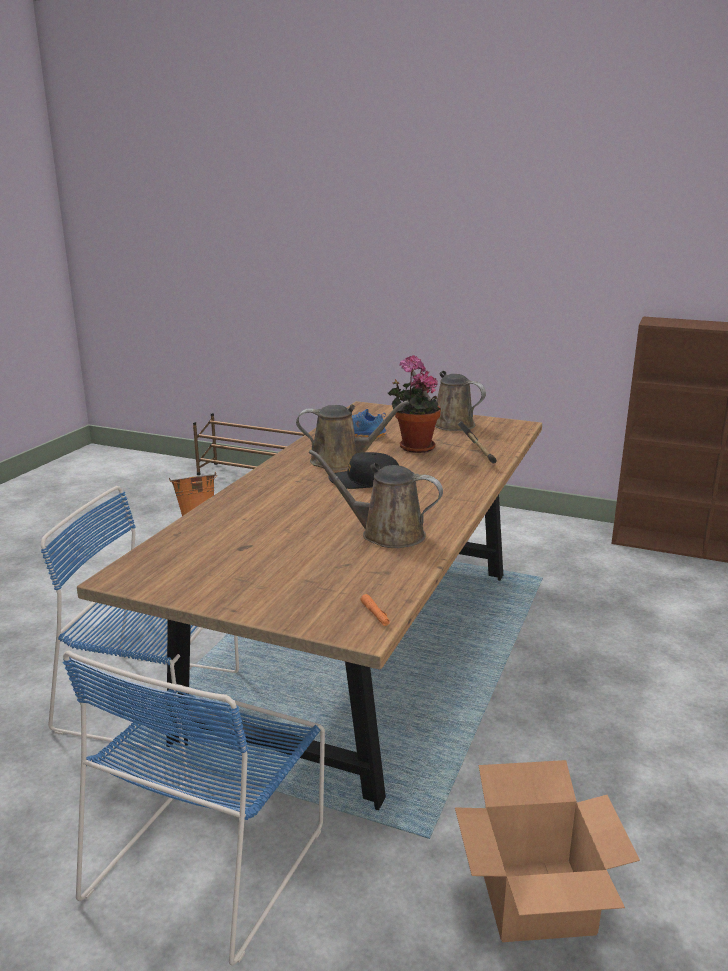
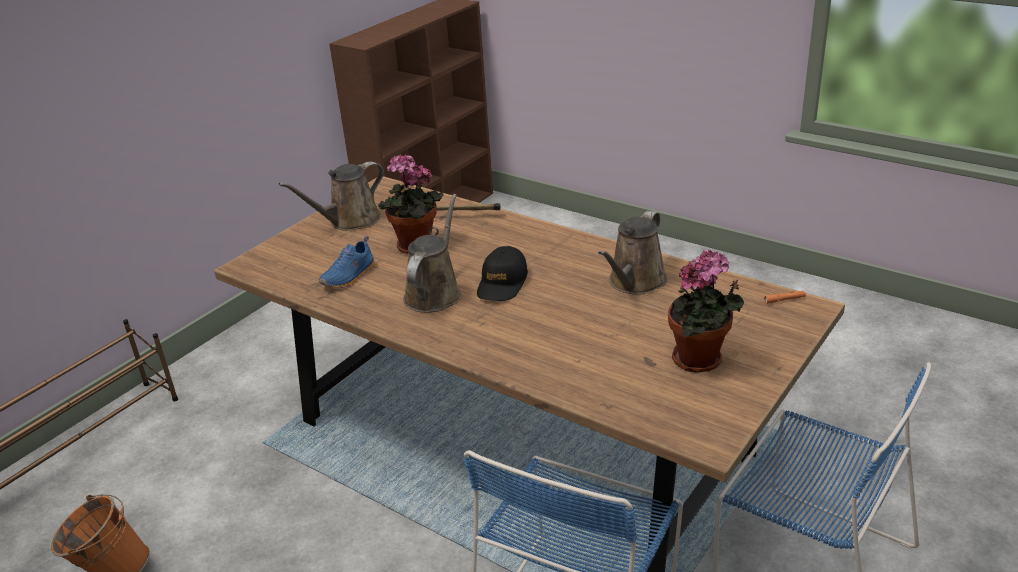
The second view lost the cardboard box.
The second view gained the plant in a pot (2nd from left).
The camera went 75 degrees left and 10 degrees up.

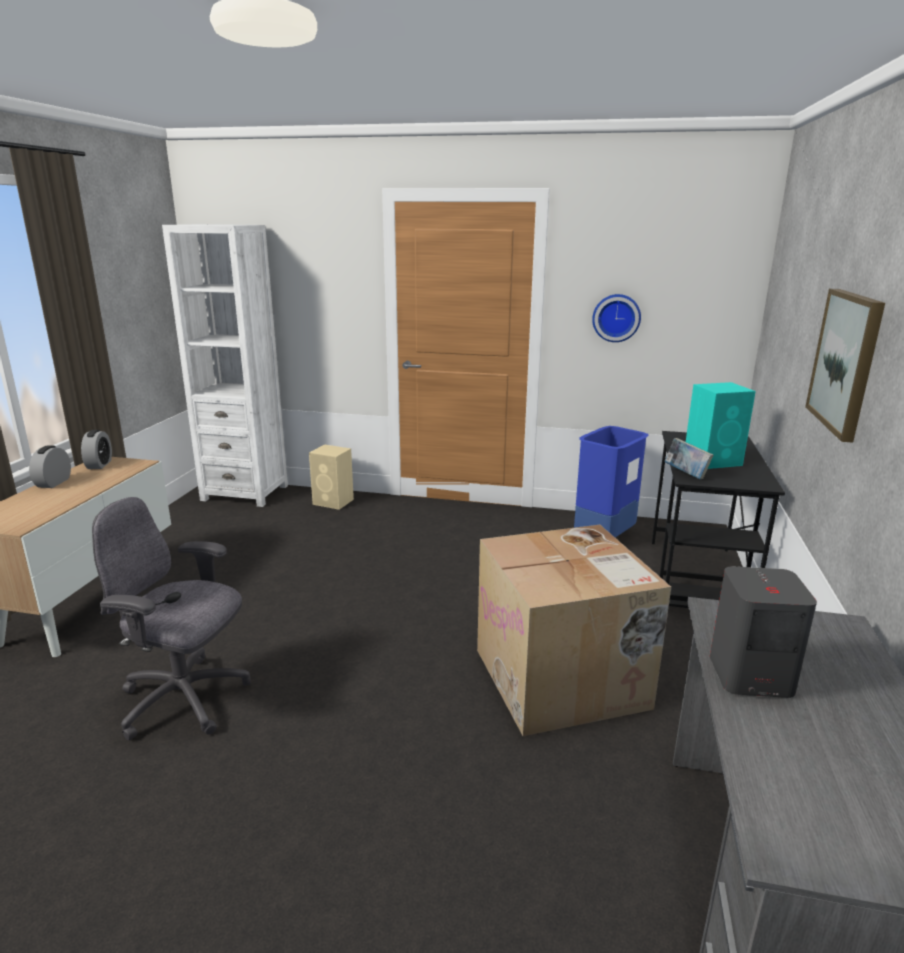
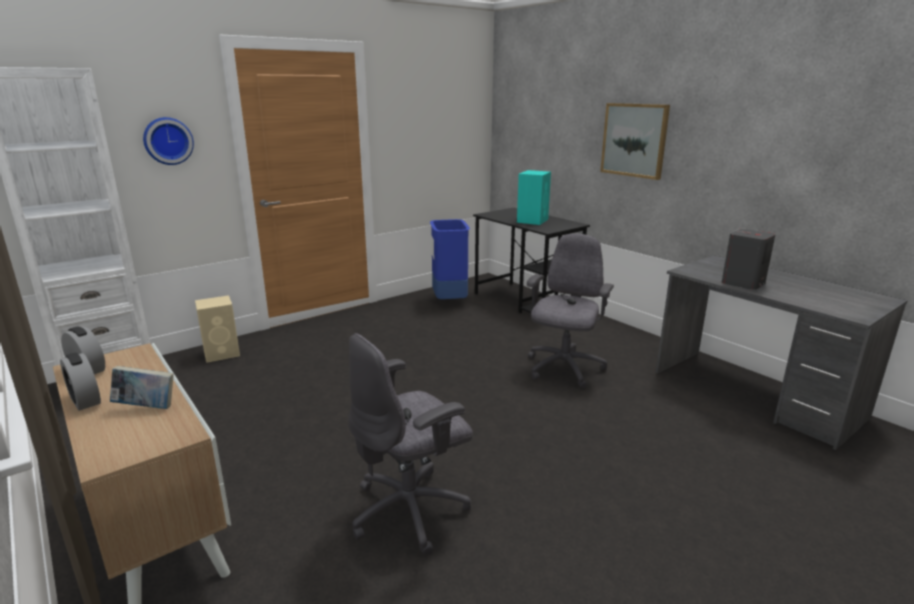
The hanging clock ended up elsewhere.
The bound book ended up elsewhere.
Where the cardboard box stood, the office chair (gray) (2nd from left) came to stand.
The camera went 50 degrees left and 0 degrees up.

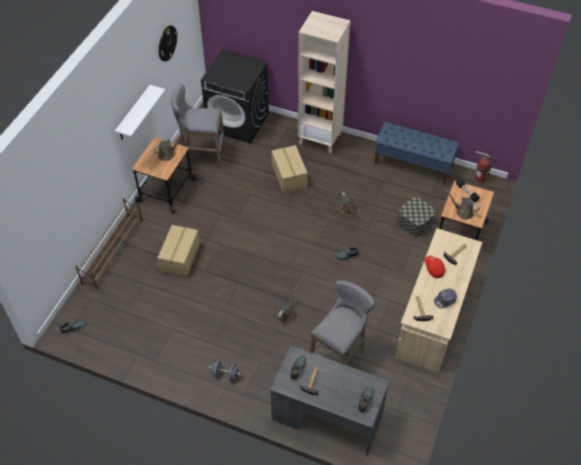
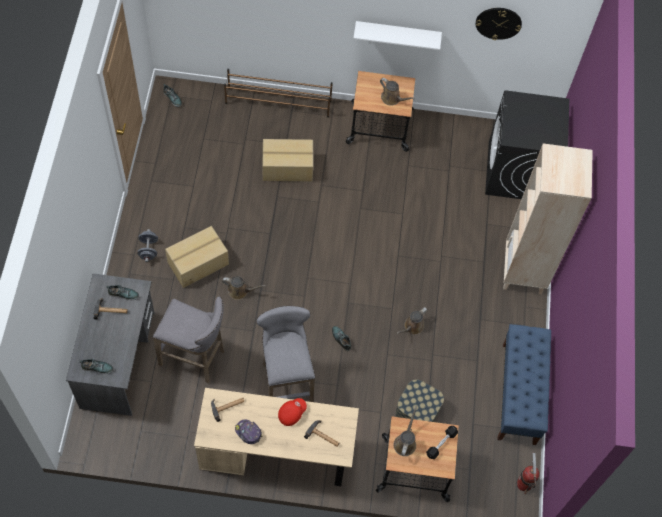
The stool (gray) (1st from left in the first image) ended up elsewhere.
The cardboard box (2nd from left in the first image) ended up elsewhere.
The camera went 70 degrees right and 10 degrees up.

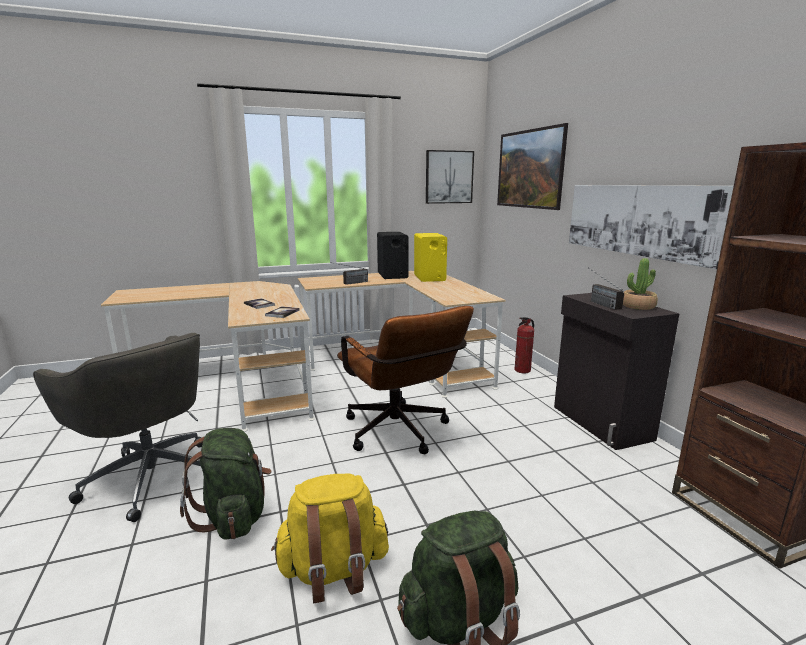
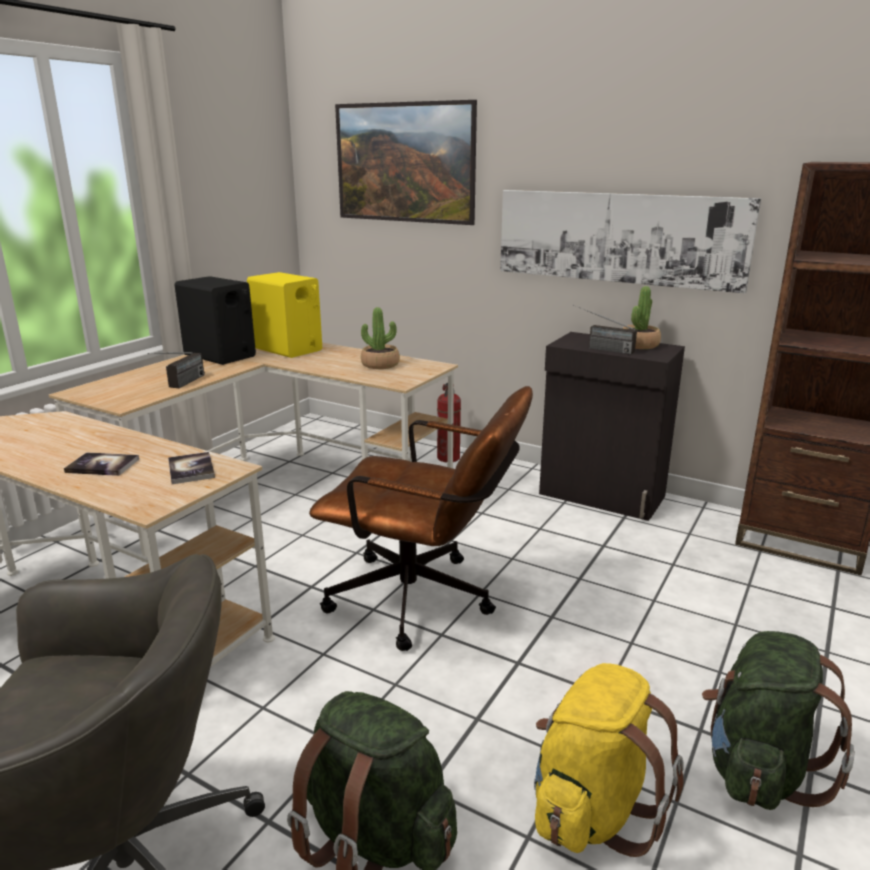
The second view lost the wall picture (1st from left).
The second view gained the plant in a pot (1st from left).
The camera went 40 degrees left and 5 degrees up.

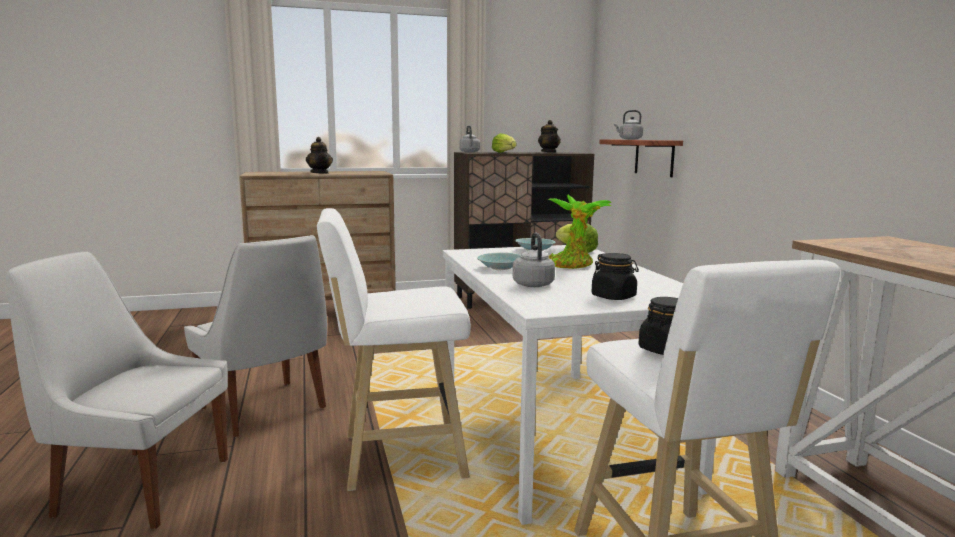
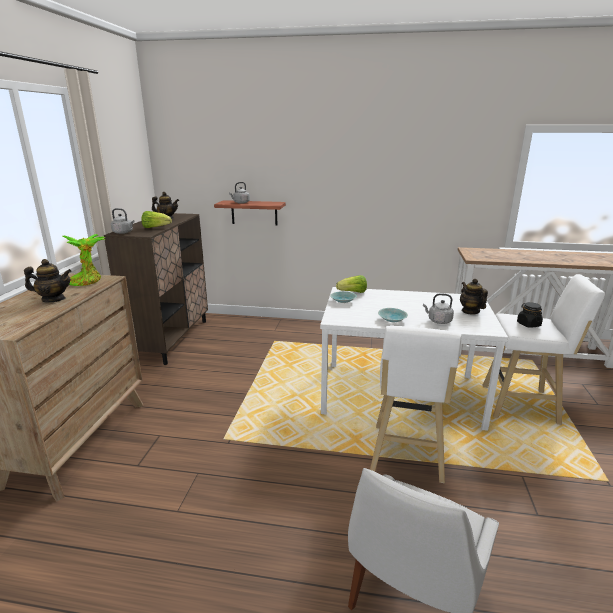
The plant in a pot ended up elsewhere.
The second view lost the upright chair (white-coloured) (2nd from left).
Where the preserve jar (black) (1st from left) stood, the pot for tea (3rd from left) came to stand.
The camera went 65 degrees left and 10 degrees up.

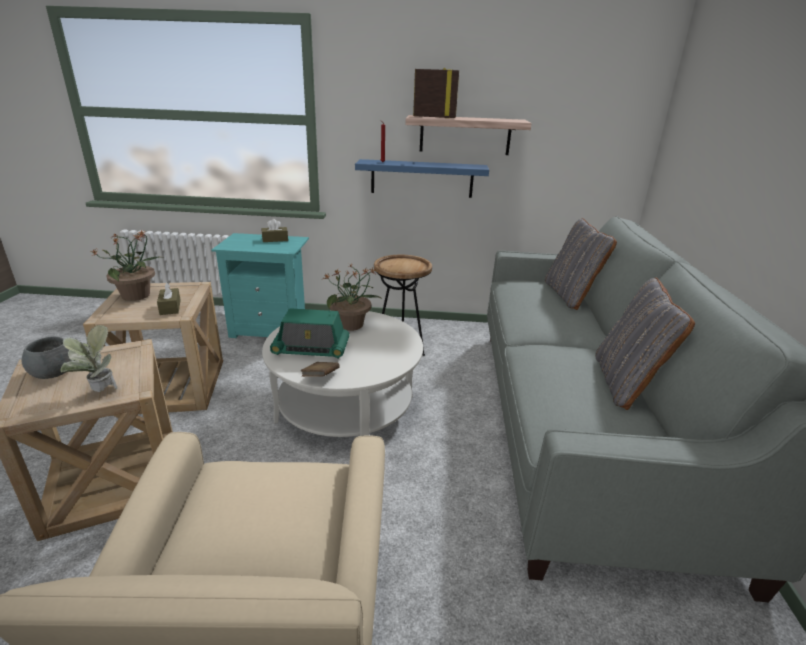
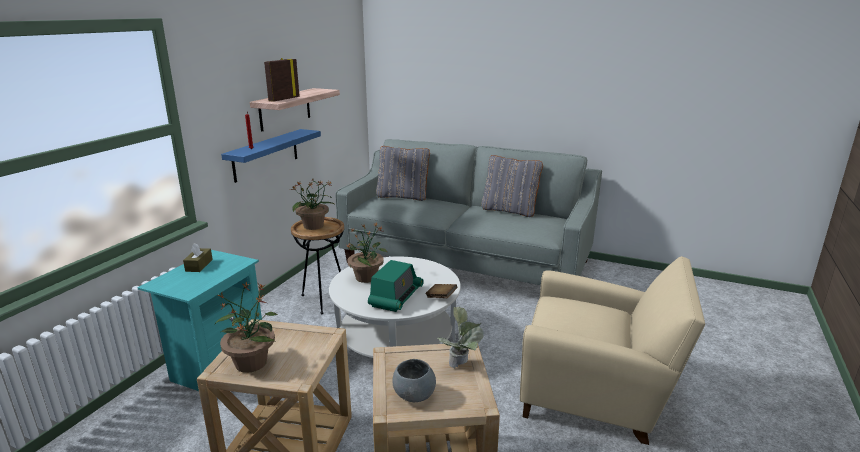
The second view lost the box of tissues (brownish) (1st from left).
The second view gained the plant in a pot (2nd from left).
The camera went 70 degrees left and 5 degrees down.

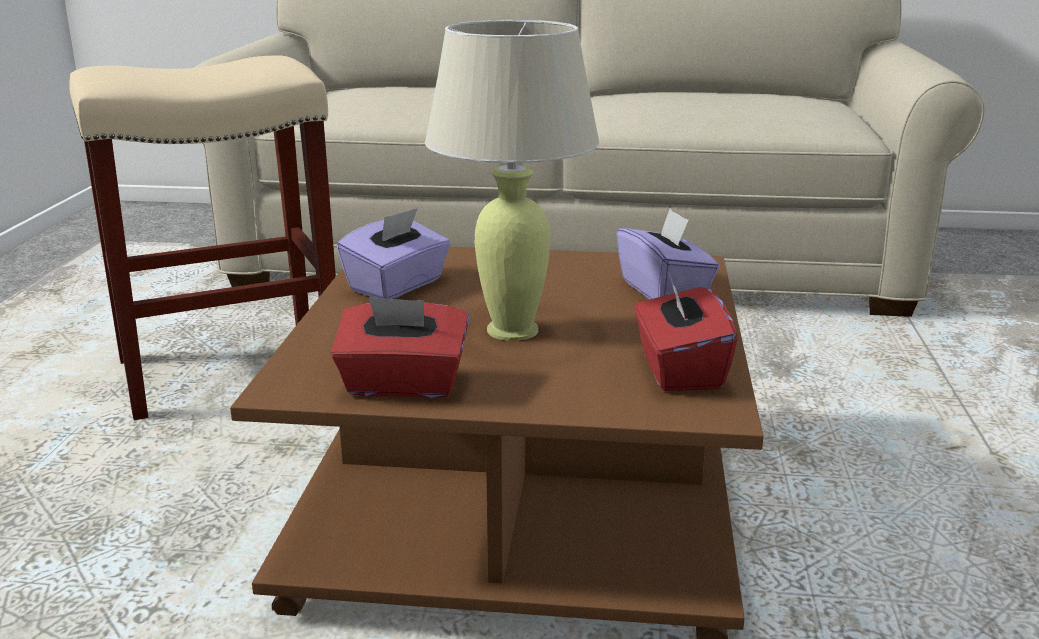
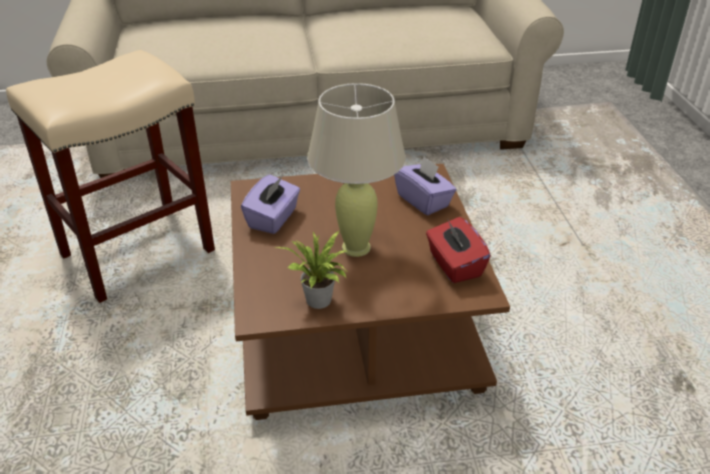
Where the box of tissues (reddish) (1st from left) stood, the plant in a pot came to stand.
The camera went 15 degrees left and 15 degrees up.

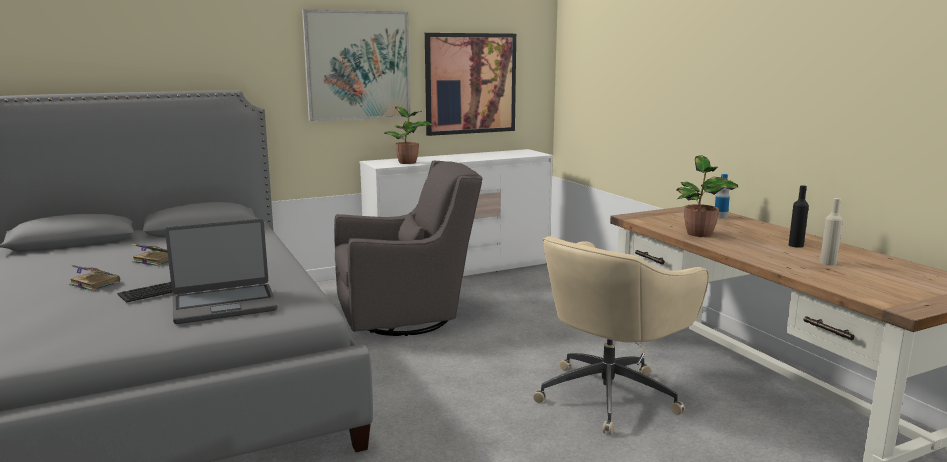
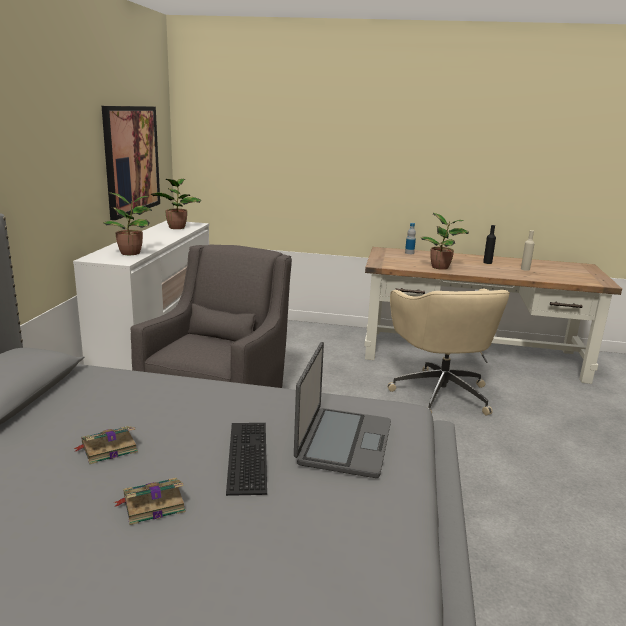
The second view lost the wall picture (1st from left).
The second view gained the plant in a pot (2nd from left).
The camera went 55 degrees left and 5 degrees up.

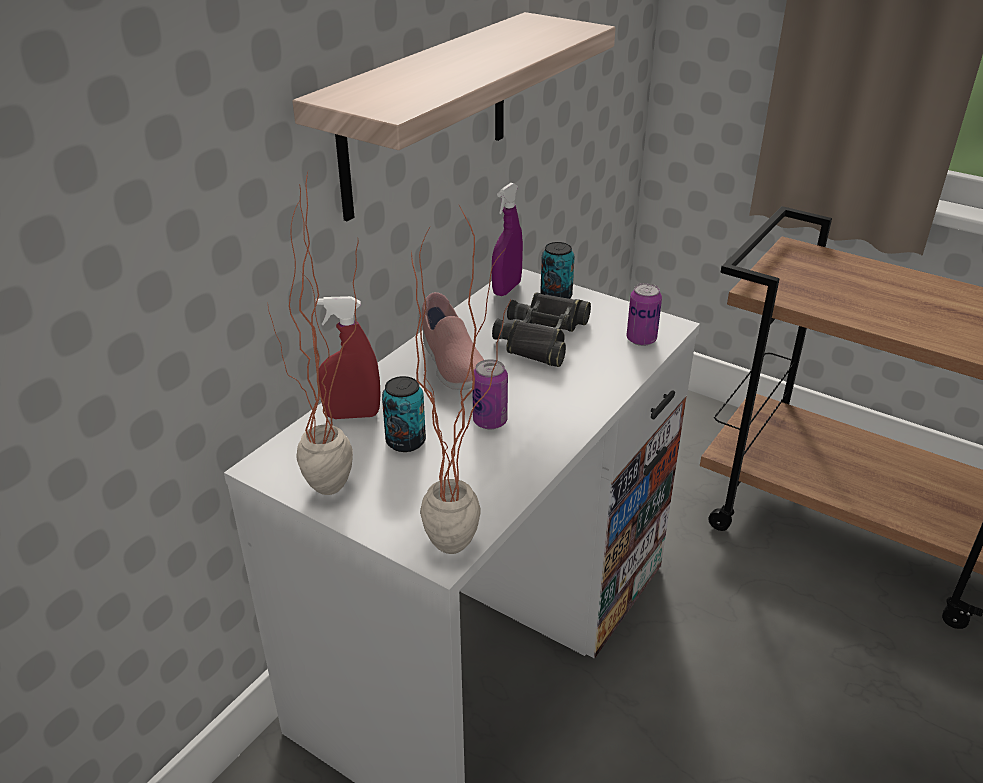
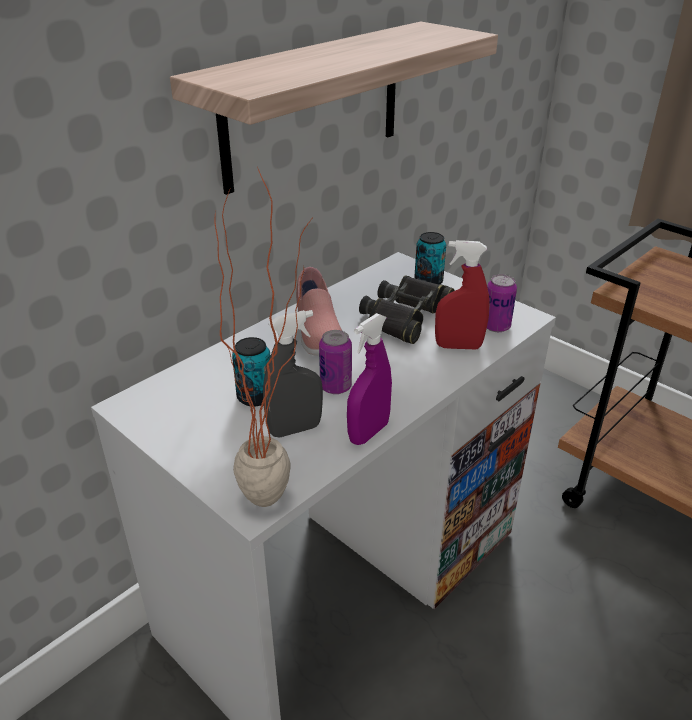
The second view lost the plant in a pot (1st from left).
The hand sprayer (purplish) ended up elsewhere.
The hand sprayer (reddish) ended up elsewhere.
The second view gained the hand sprayer (gray).
The camera went 10 degrees right and 0 degrees up.

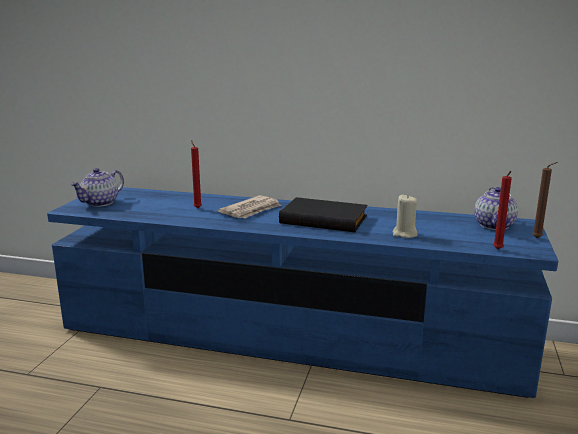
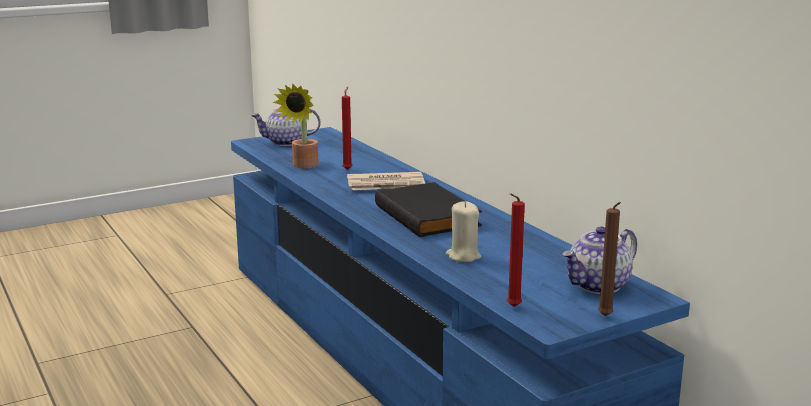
The second view gained the plant in a pot.
The camera went 45 degrees right and 0 degrees up.

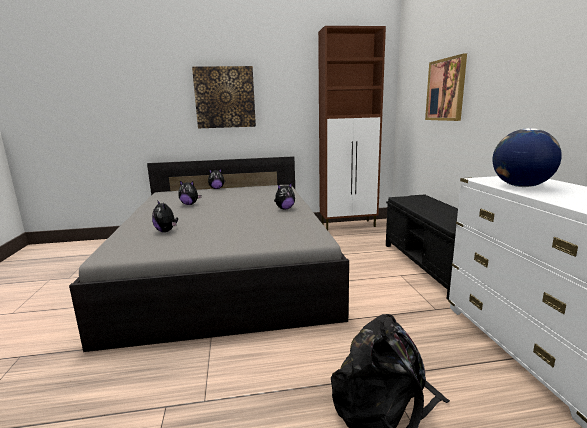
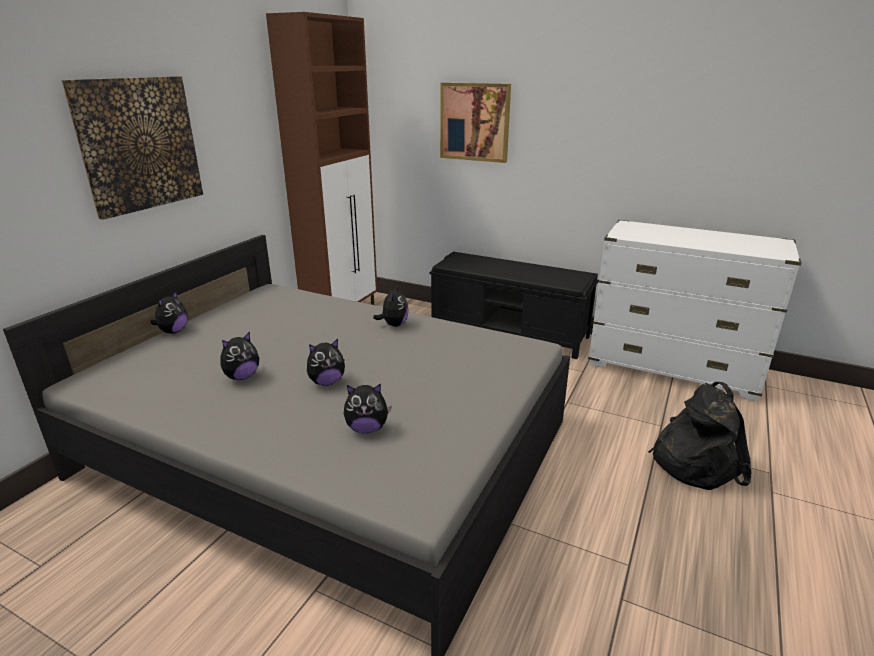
The second view lost the desk globe.
The second view gained the soft toy (3rd from left).
The camera went 55 degrees left and 10 degrees up.

